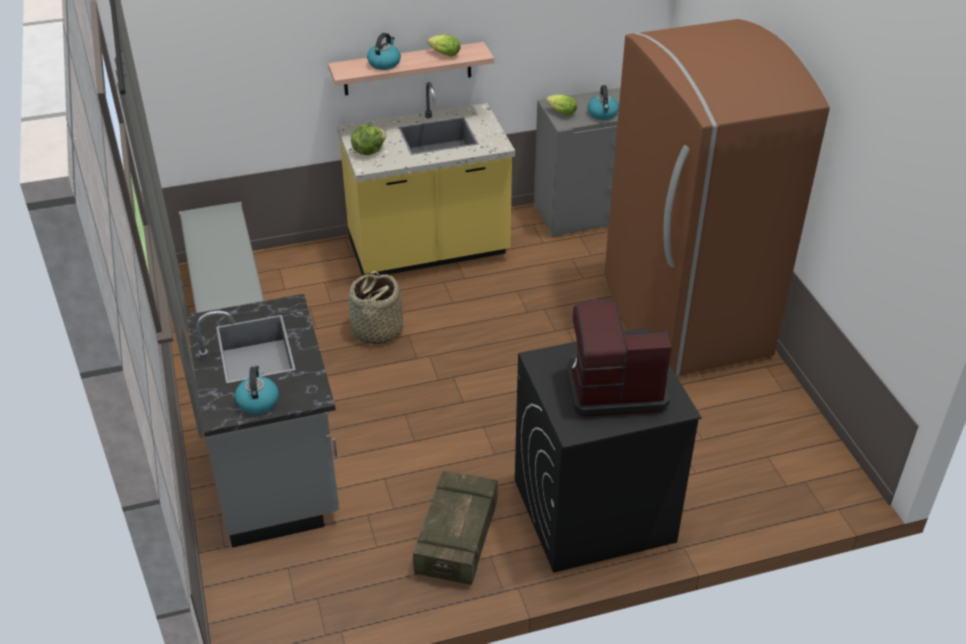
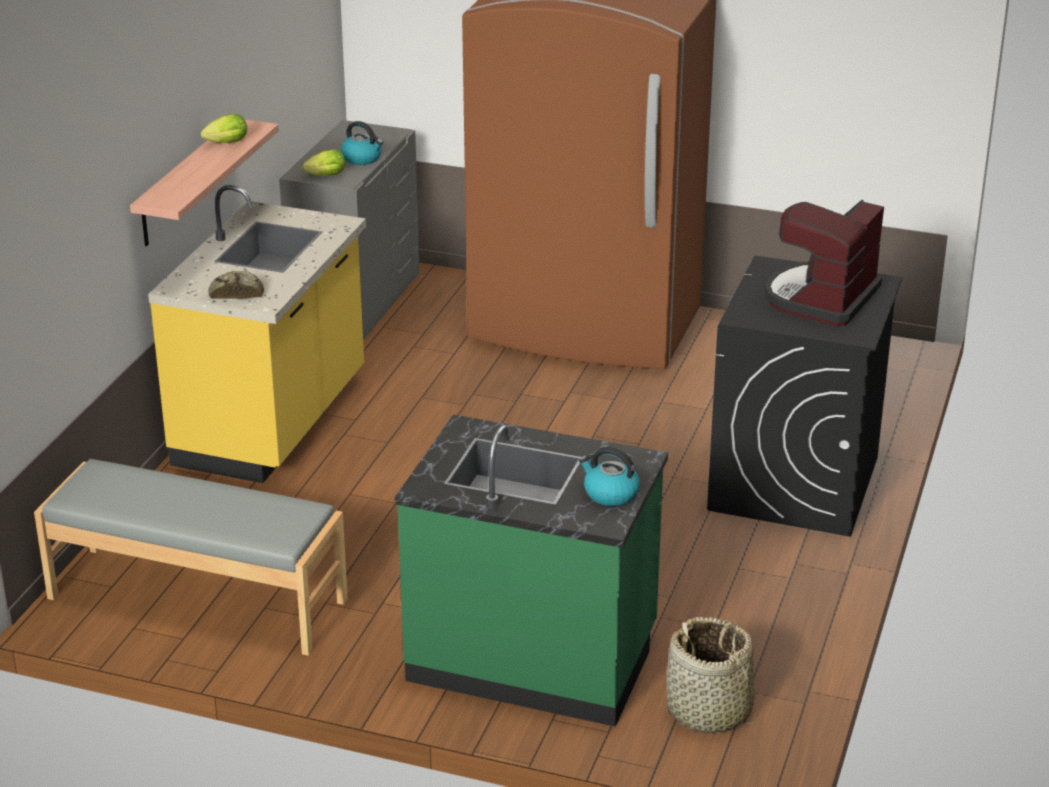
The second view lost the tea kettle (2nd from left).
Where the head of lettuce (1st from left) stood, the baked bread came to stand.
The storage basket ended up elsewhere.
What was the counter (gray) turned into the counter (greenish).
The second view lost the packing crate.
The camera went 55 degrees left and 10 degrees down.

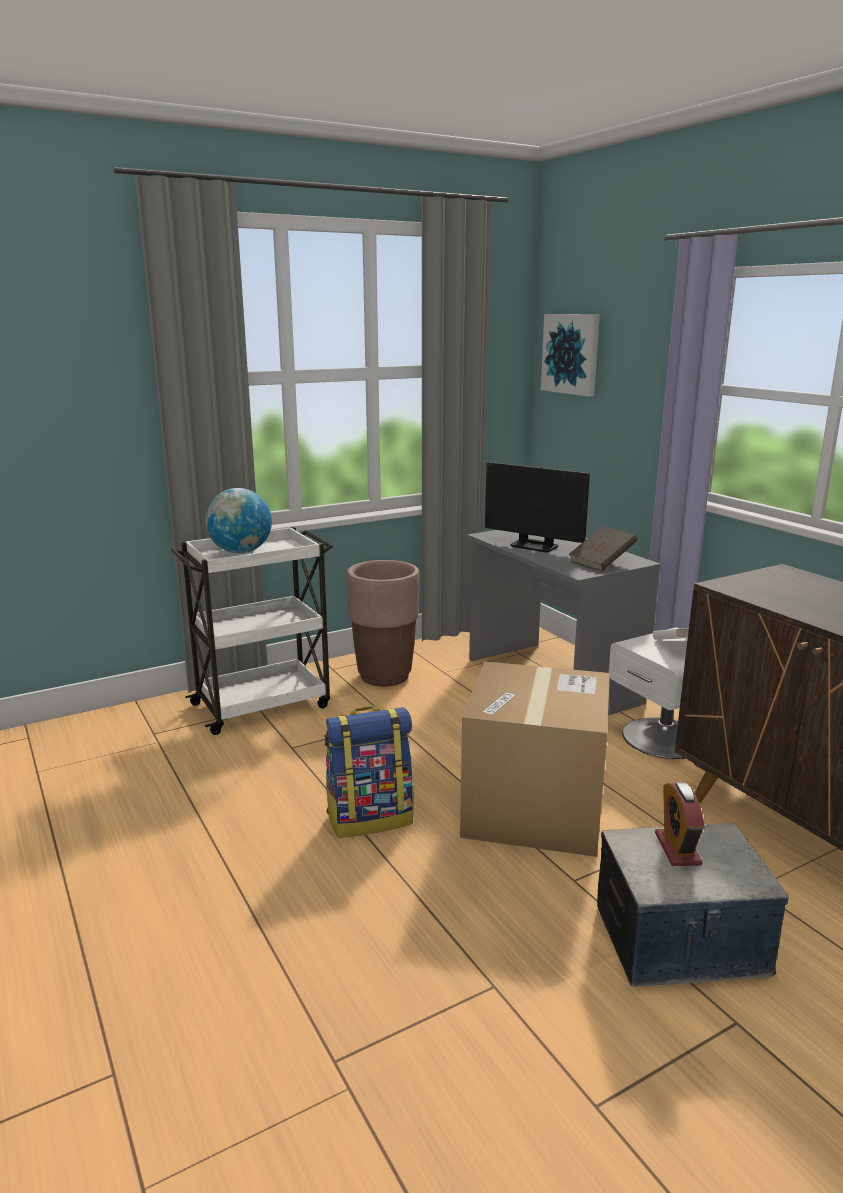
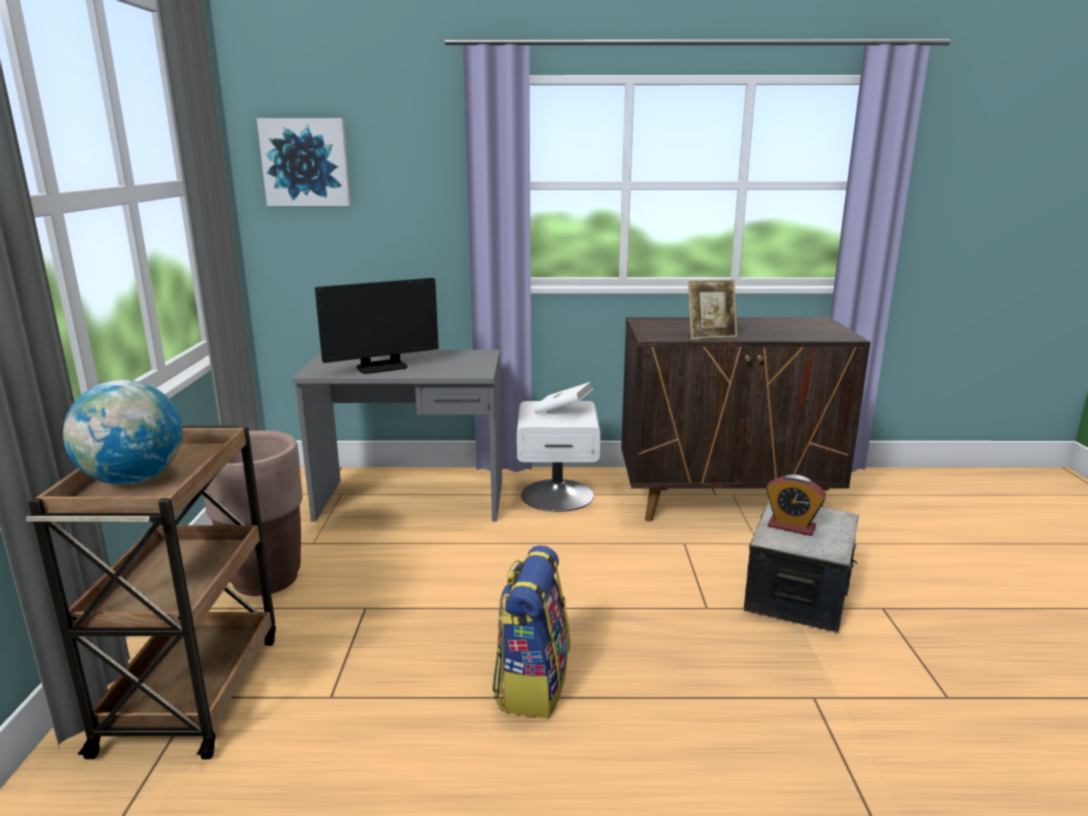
The second view lost the bound book (brownish).
What was the cart (white-coloured) turned into the cart (brownish).
The second view lost the cardboard box.
The second view gained the picture frame.
The camera went 60 degrees left and 0 degrees up.

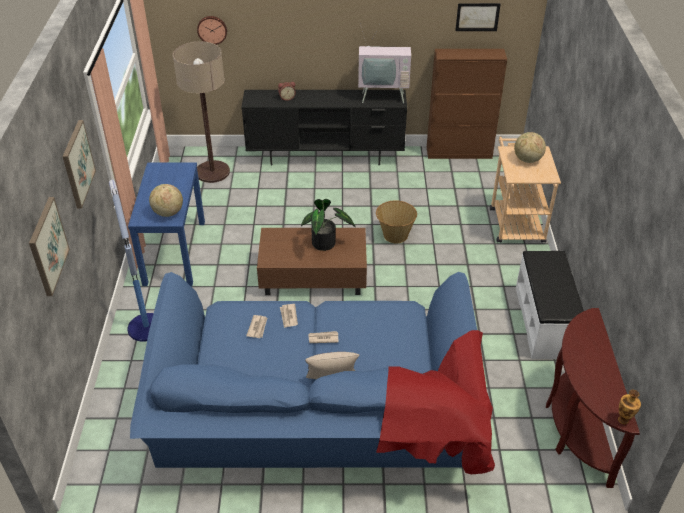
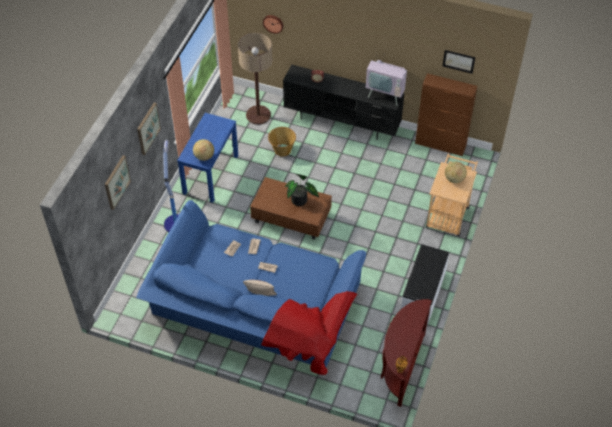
The storage basket ended up elsewhere.
The camera went 20 degrees right and 10 degrees up.

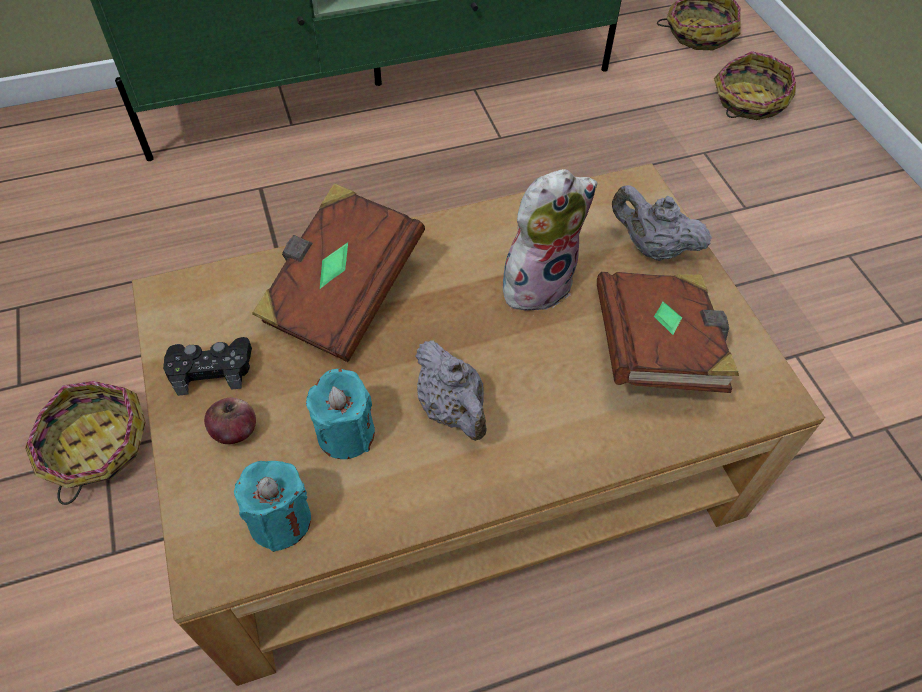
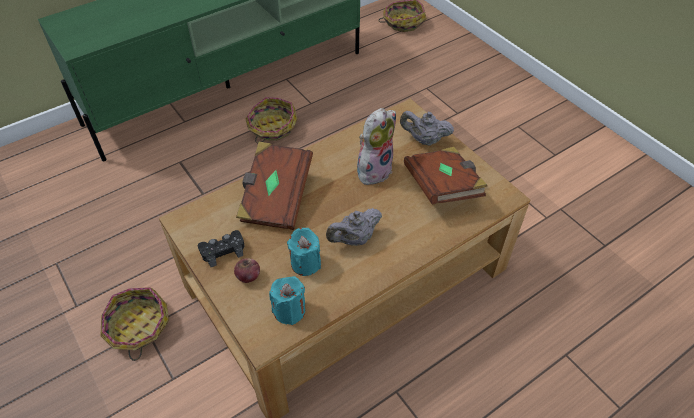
The storage basket (3rd from left in the first image) ended up elsewhere.
The pot for tea (gray) (1st from left) ended up facing another way, 105 degrees clockwise from before.
The camera went 15 degrees left and 5 degrees down.

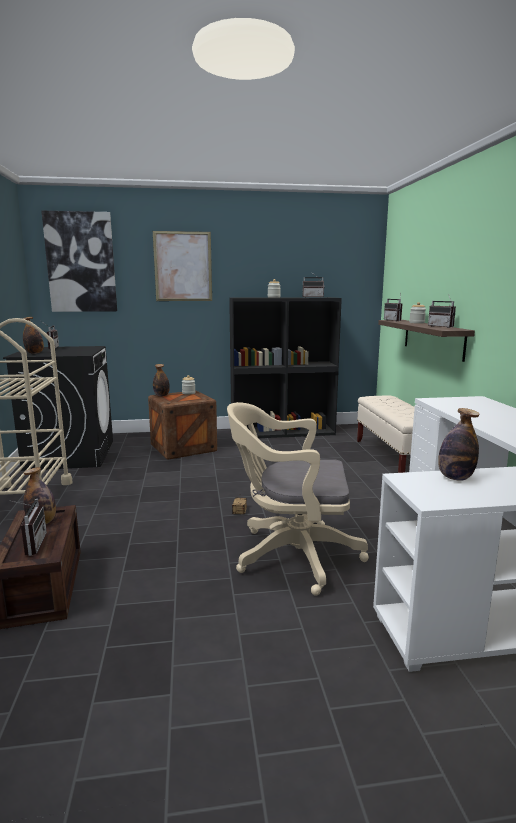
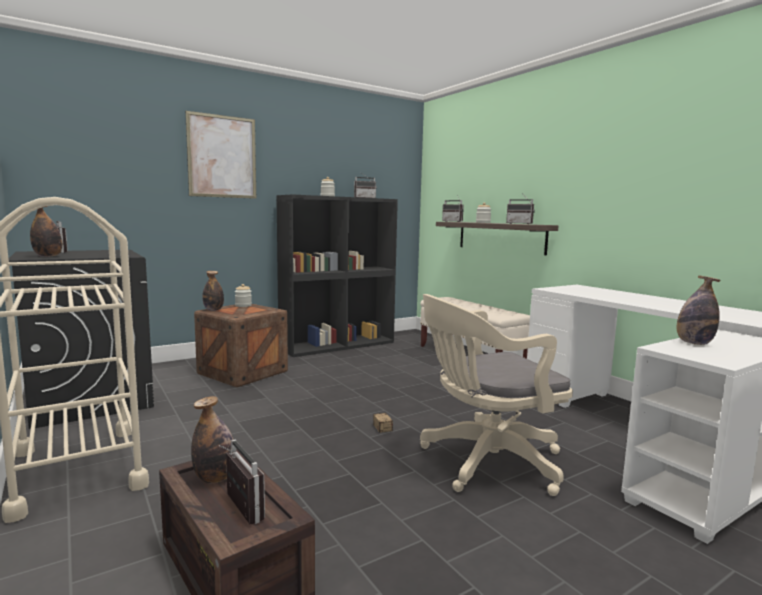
The second view lost the wall picture (1st from left).
The camera went 25 degrees left and 5 degrees down.

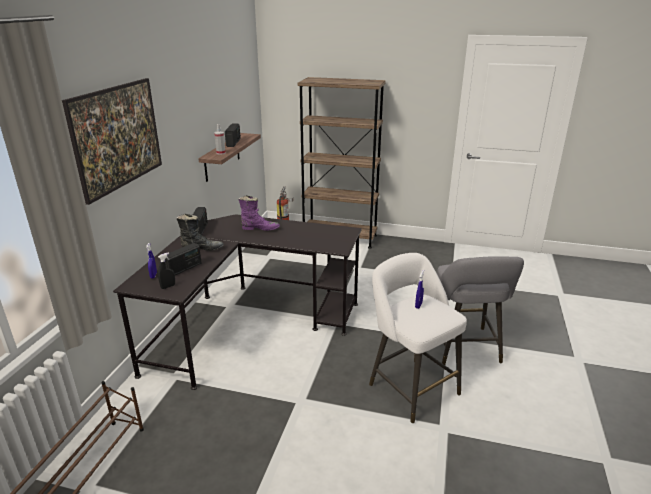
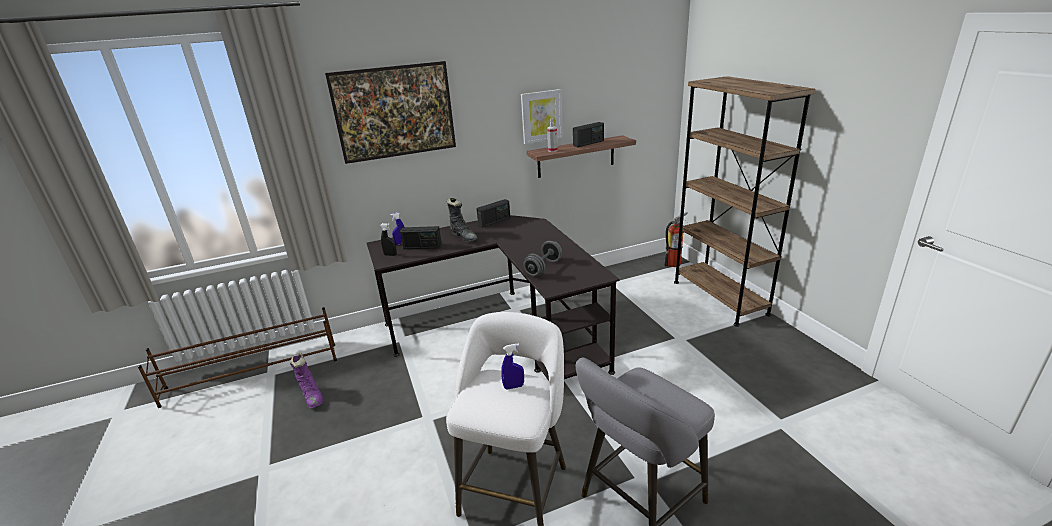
The boot (purplish) ended up elsewhere.
The second view gained the wall picture (2nd from left).
The second view gained the free weight (gray).
The camera went 55 degrees right and 0 degrees up.

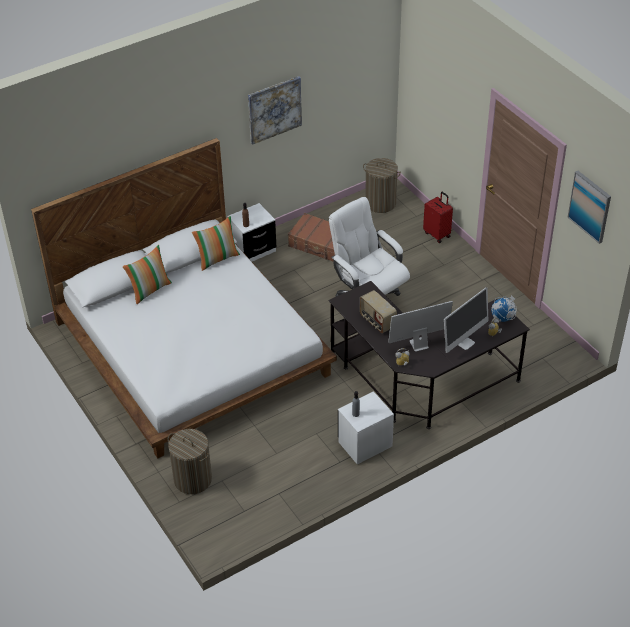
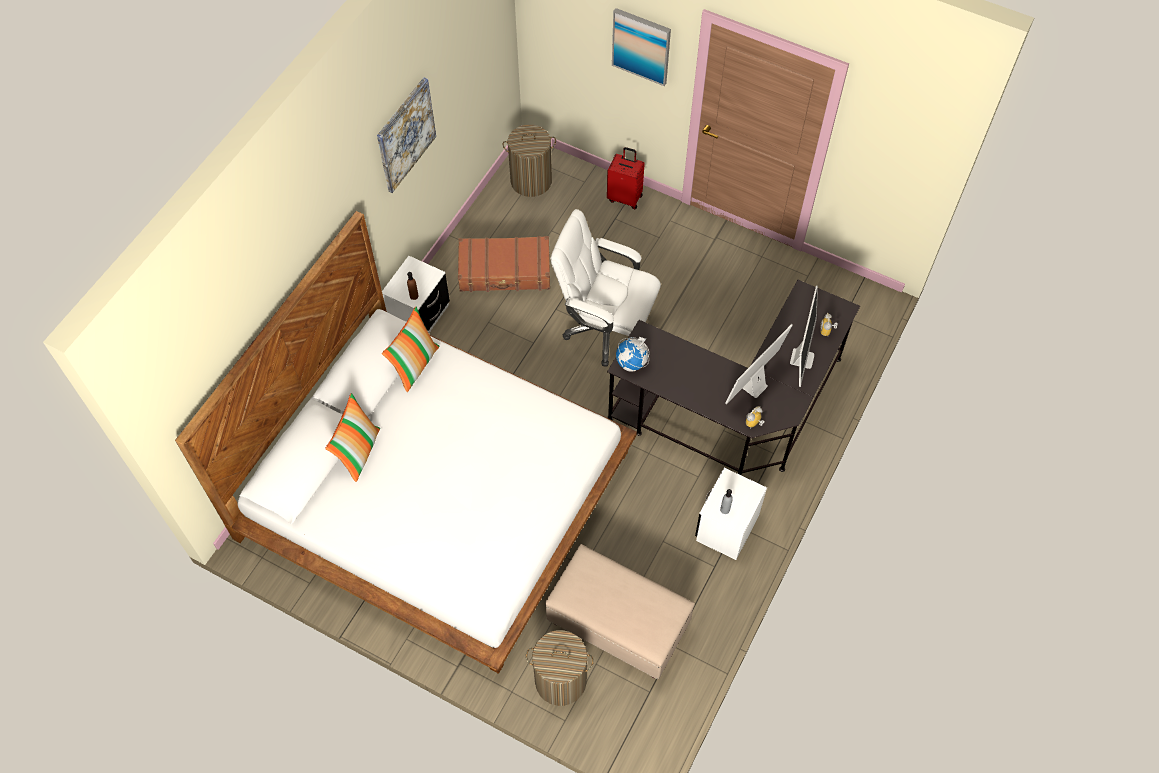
The wall picture (2nd from left) ended up elsewhere.
The second view lost the radio receiver.
The desk globe ended up elsewhere.
The second view gained the footrest (sand-coloured).
The camera went 30 degrees left and 15 degrees up.

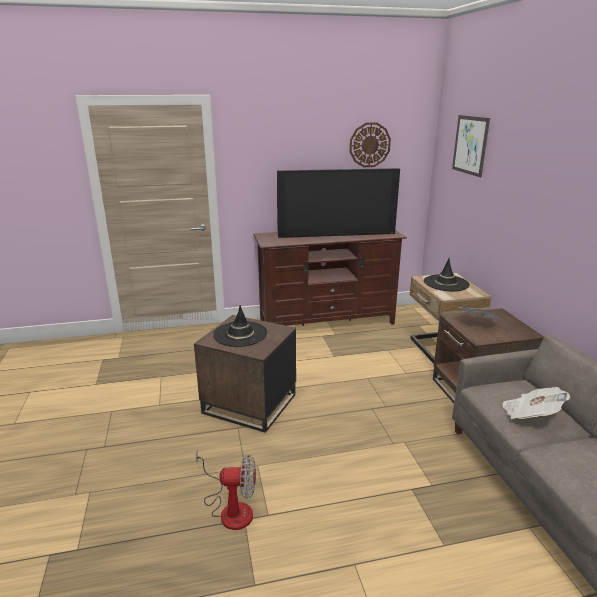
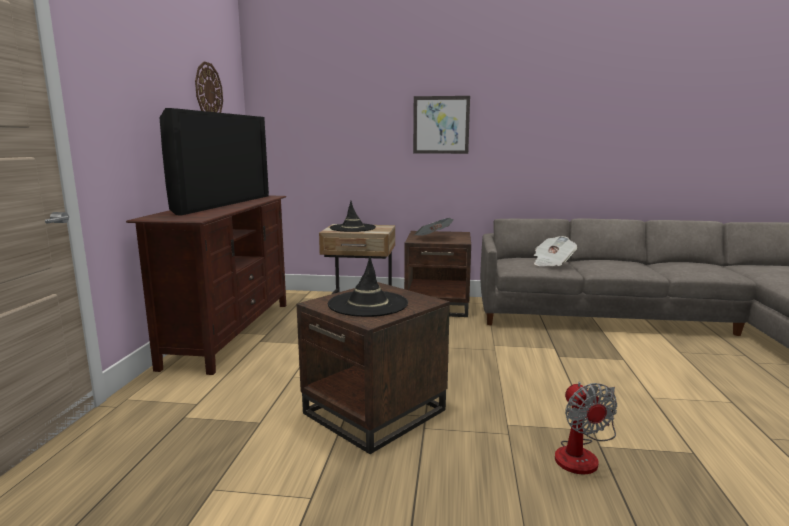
The wall picture ended up elsewhere.
The electric fan ended up facing another way, 150 degrees clockwise from before.
The camera went 70 degrees left and 10 degrees down.

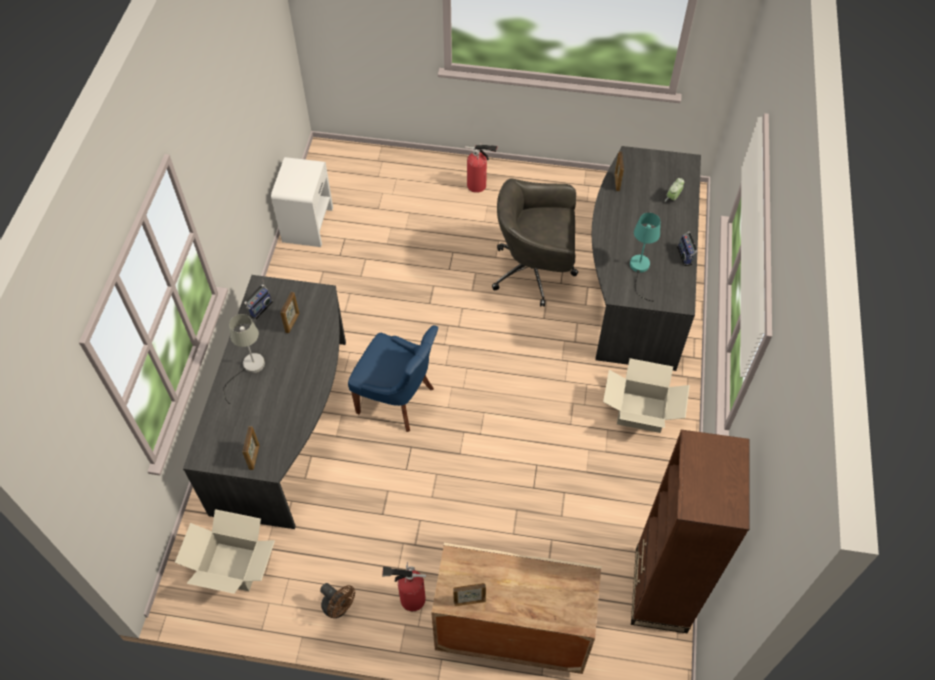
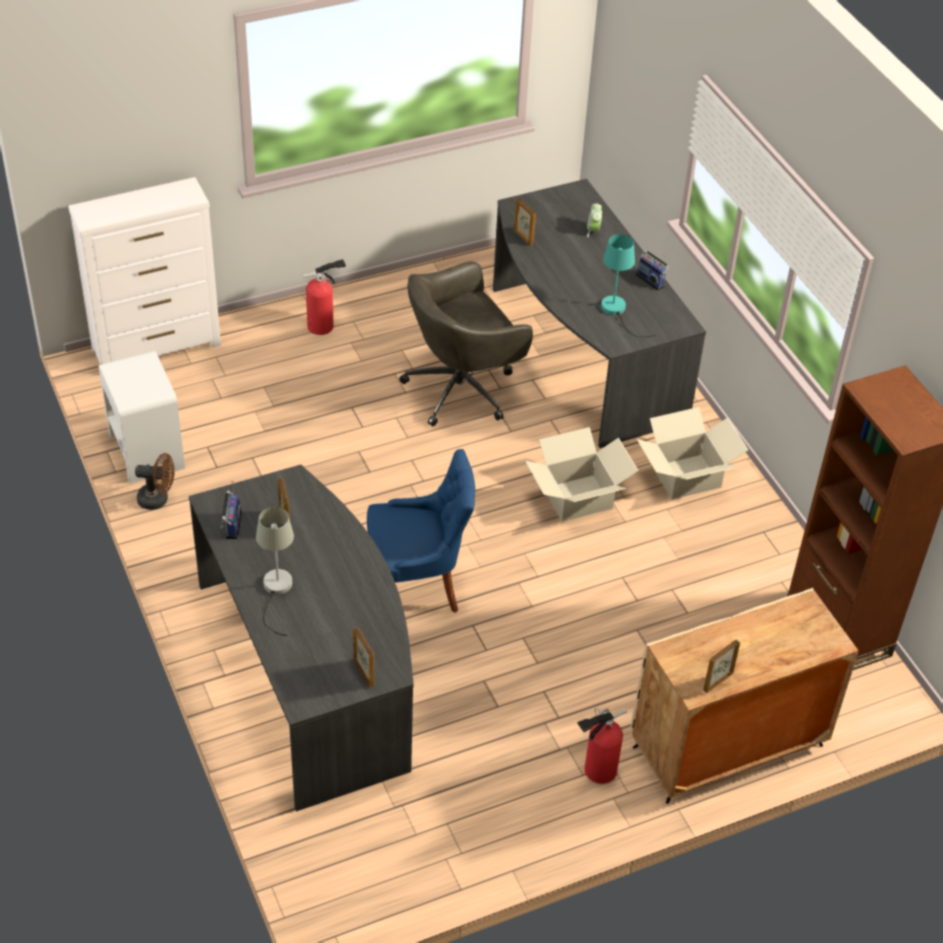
The cardboard box (1st from left) ended up elsewhere.
The electric fan (brownish) ended up elsewhere.
The second view gained the drawer chest (white-coloured).
The camera went 35 degrees left and 10 degrees down.

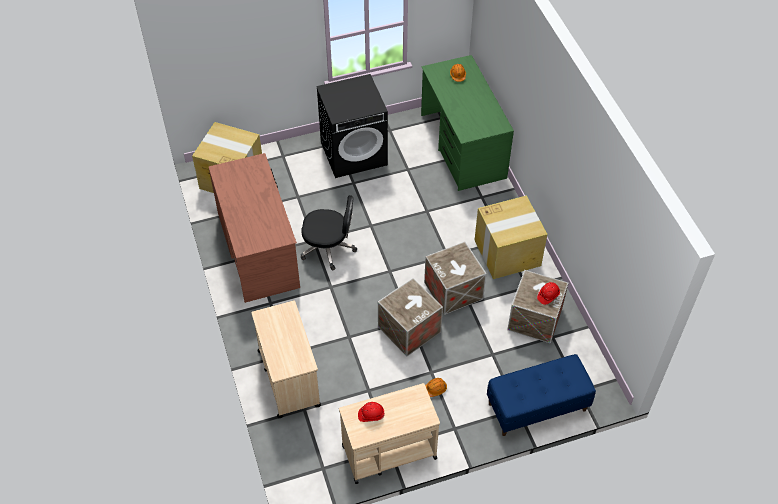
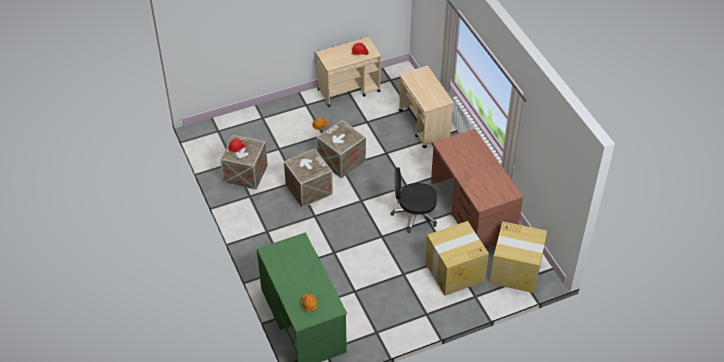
The second view lost the laundry appliance (black).
The cardboard box (2nd from left in the first image) ended up elsewhere.
The second view lost the indoor bench (blue-coloured).
The camera went 175 degrees right and 5 degrees down.

